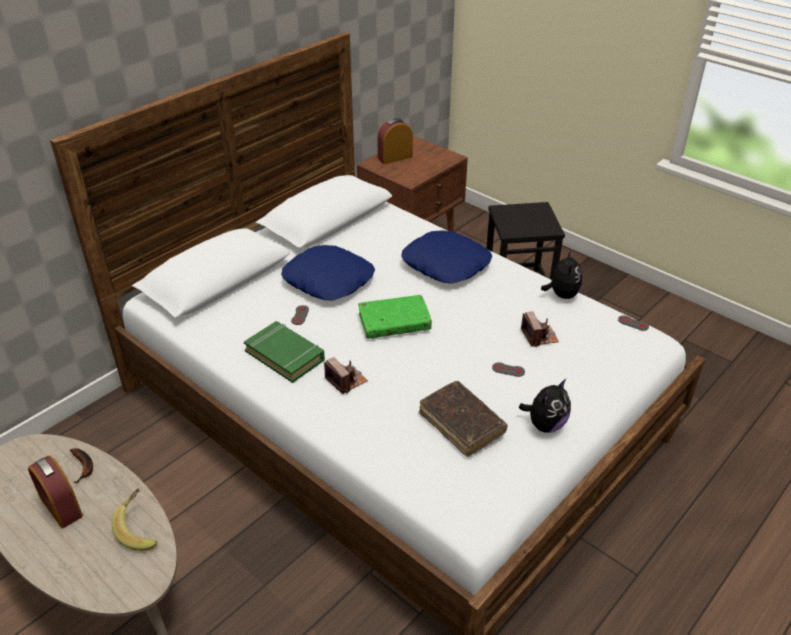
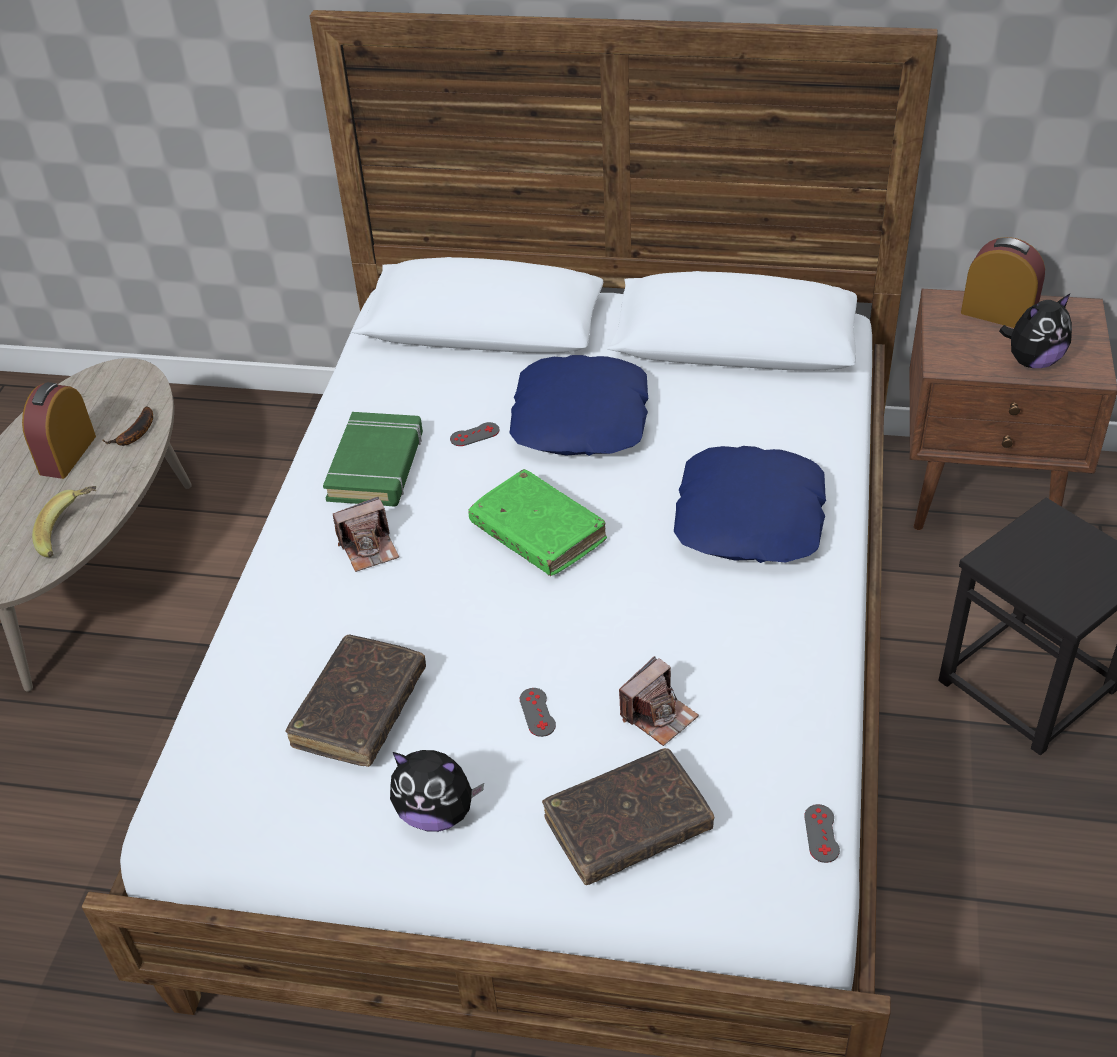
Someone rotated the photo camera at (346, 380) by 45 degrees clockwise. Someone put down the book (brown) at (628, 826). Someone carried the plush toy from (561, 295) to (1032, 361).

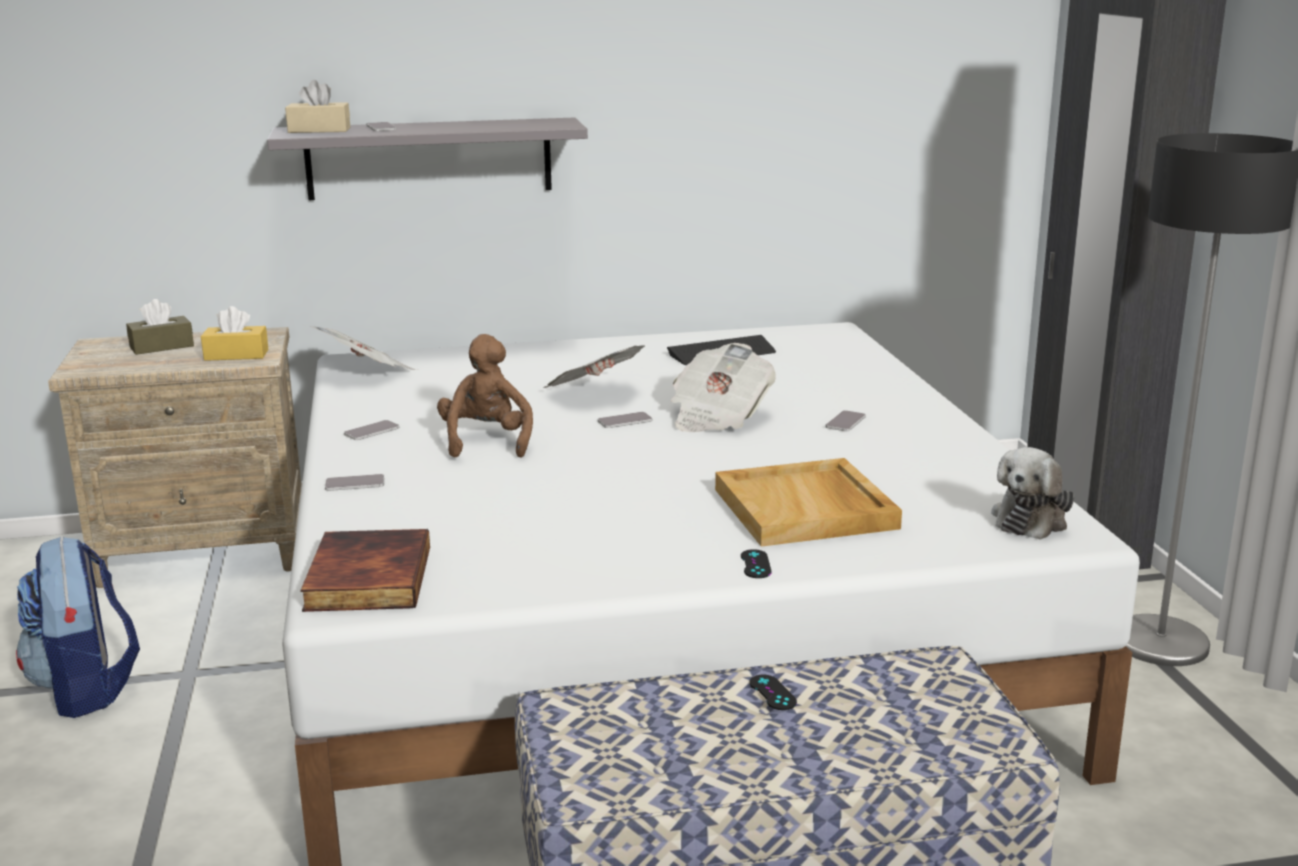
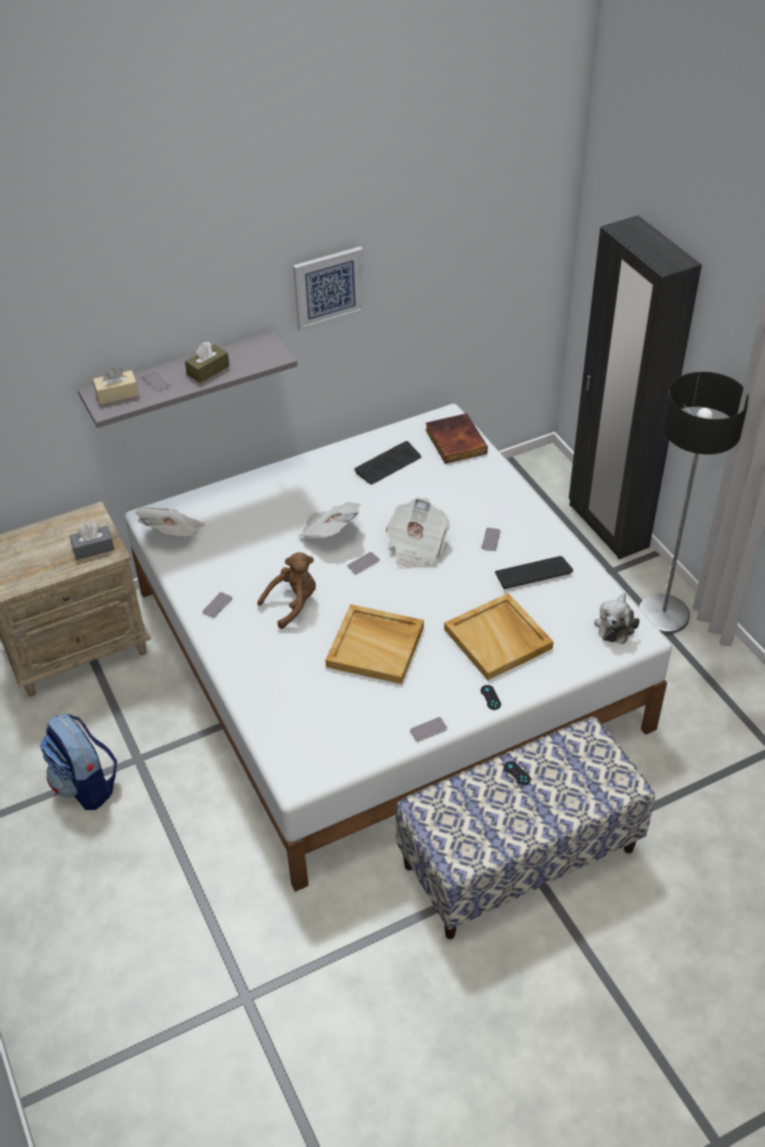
Someone repainted the tissue box (yellow) at (236, 355), which became the tissue box (grey) at (93, 548). Someone carried the tissue box (brown) from (161, 346) to (208, 370). Someone rotated the plush toy (brown) at (486, 442) by 75 degrees clockwise. Someone put up the picture at (328, 287). Someone put down the tray (beige) at (376, 646). Someone carried the phone from (355, 484) to (428, 730). Someone carried the book from (365, 578) to (454, 441). Someone put down the keyboard at (533, 573).

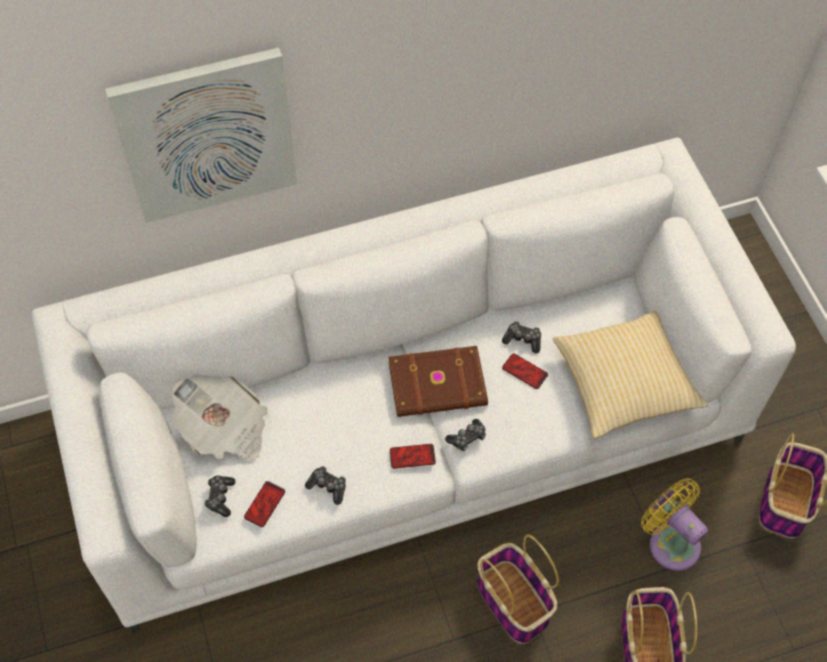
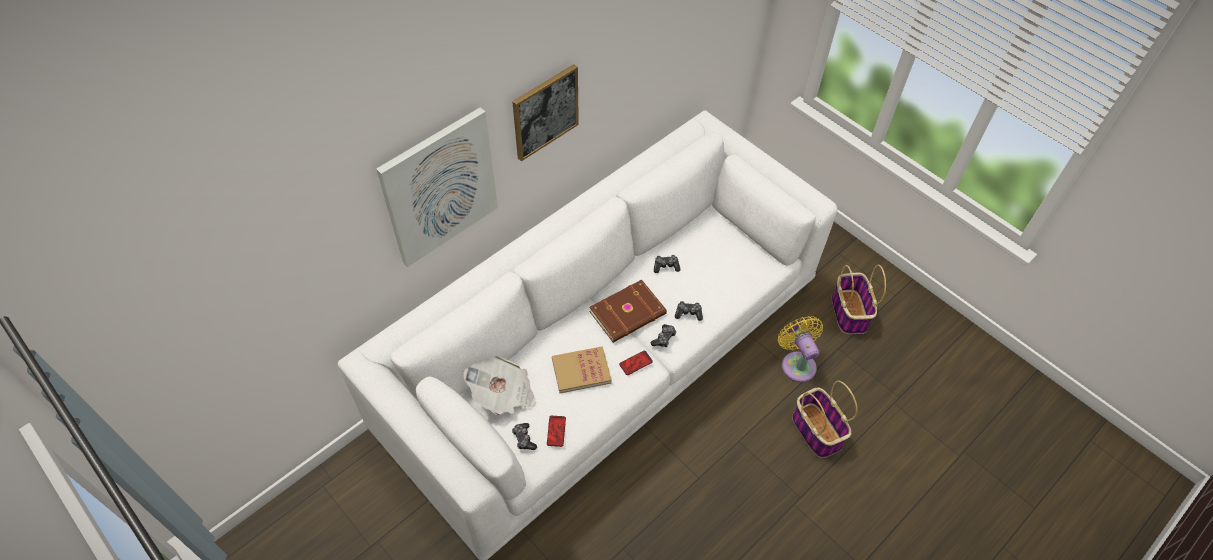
Someone put up the picture at (545, 112). Someone put down the book at (581, 371). Someone carried the game controller from (328, 487) to (688, 313). Someone rotated the fan (yellow) at (670, 541) by 45 degrees clockwise. Someone took away the basket at (514, 602). Someone took away the phone at (524, 371). Someone took away the pillow at (624, 383).

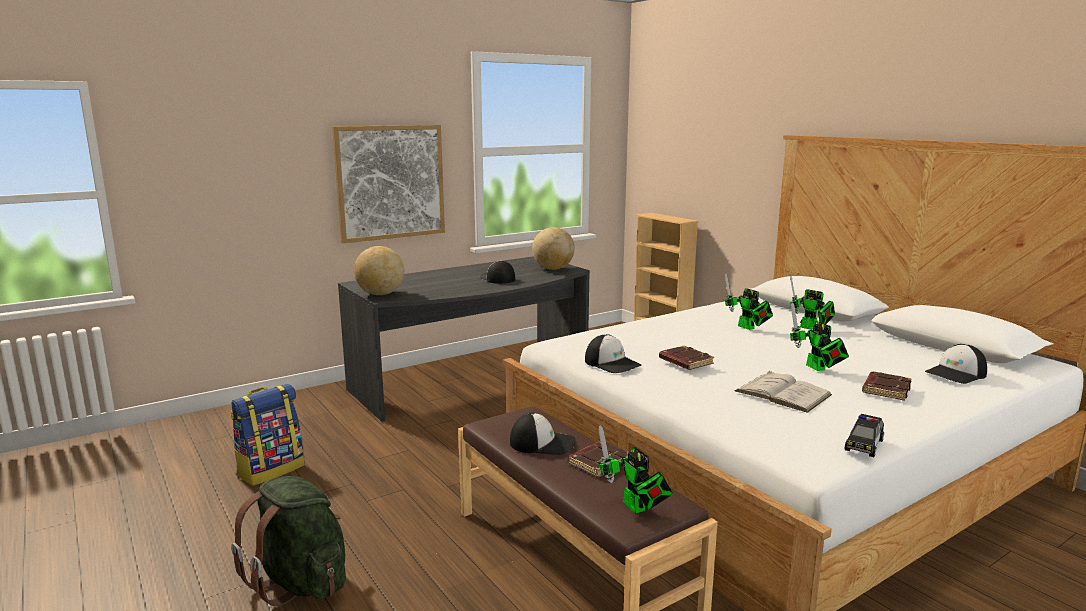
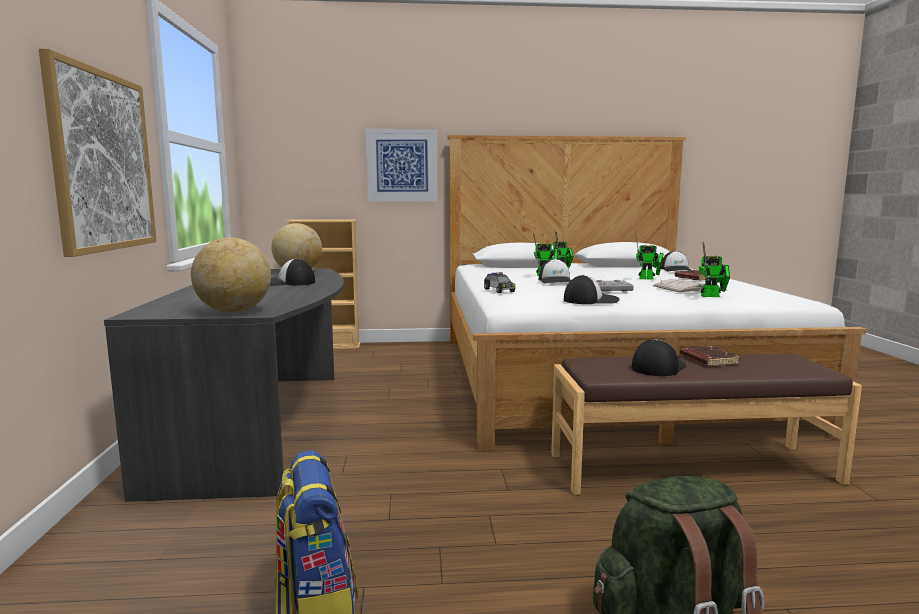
Someone put up the picture at (402, 165). Someone carried the toy car from (864, 445) to (499, 290). Someone put down the cap at (556, 281). Someone repainted the book (brown) at (685, 362), which became the book (grey) at (610, 289). Someone carried the toy robot from (636, 508) to (713, 296).

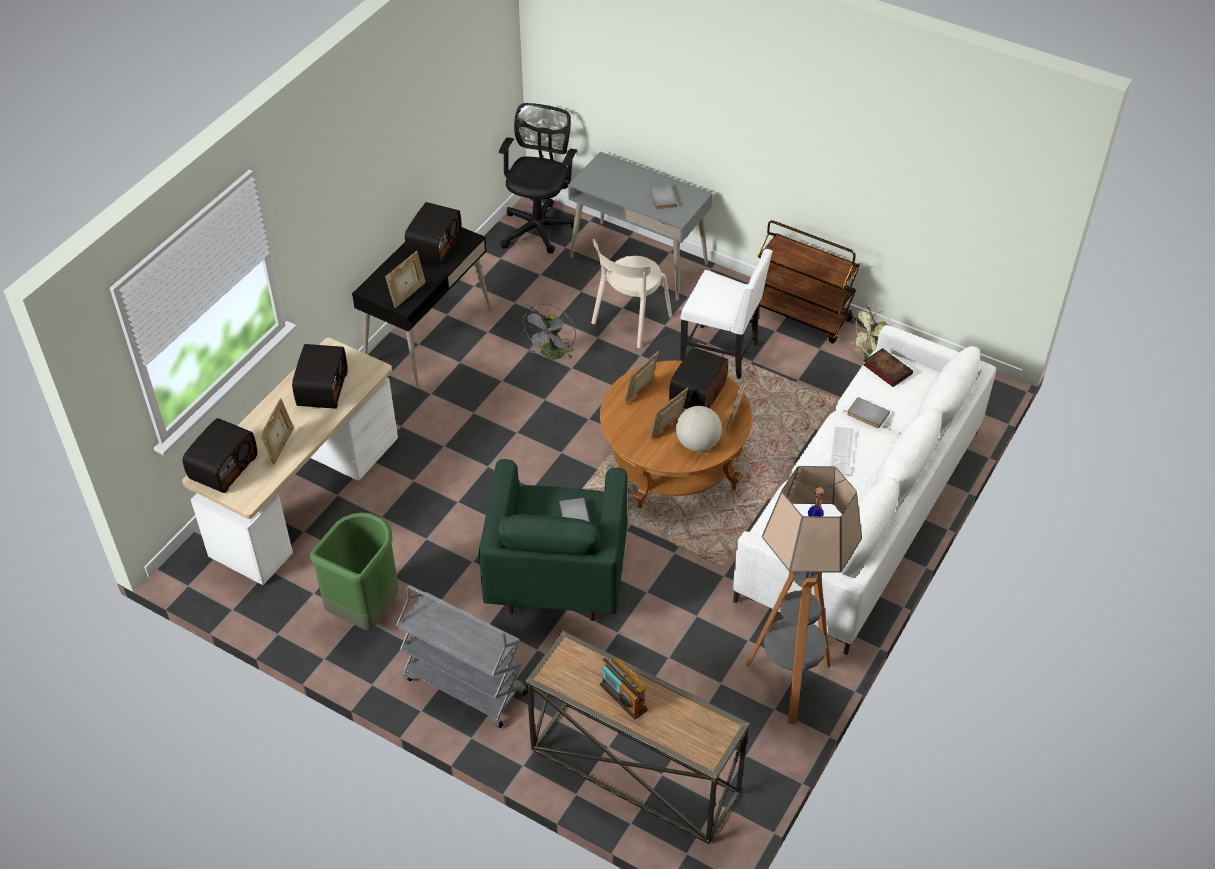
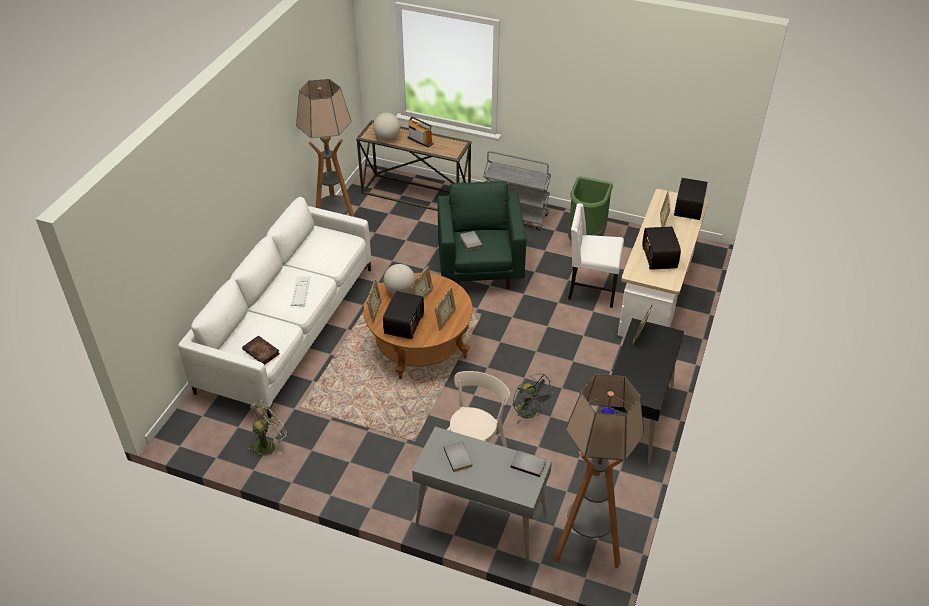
Someone put down the globe at (387, 138). Someone carried the book (grey) from (867, 415) to (529, 463). Someone rotated the fan (grey) at (552, 355) by 135 degrees clockwise. Someone swapped the office chair (black) at (539, 227) for the floor lamp at (586, 547). Someone carried the chair (white) from (721, 353) to (591, 290). Someone took away the radio at (434, 245). Someone took away the cart (brown) at (801, 316).

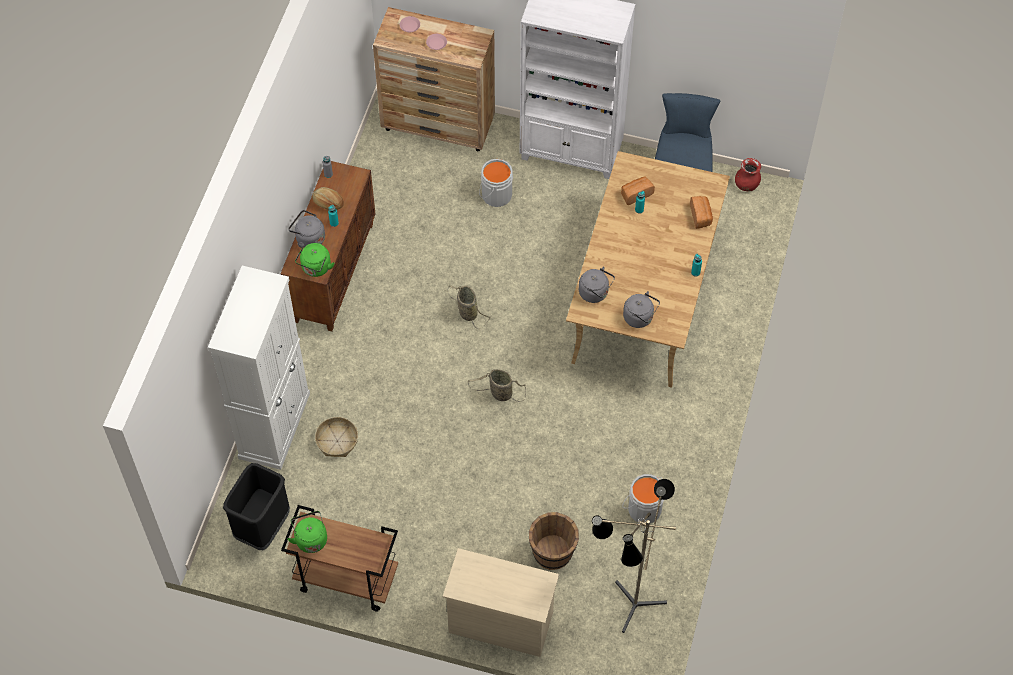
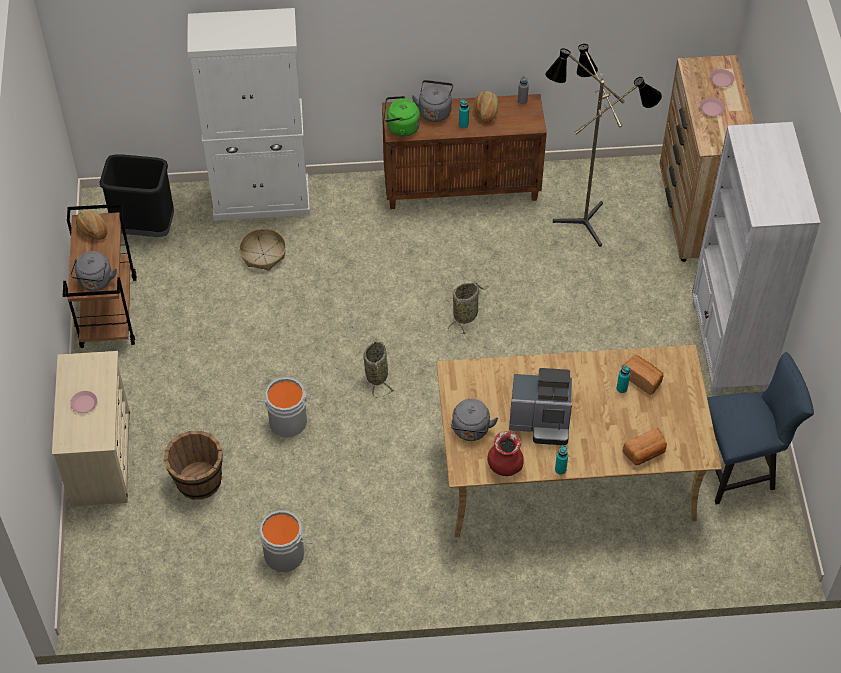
Someone carried the kettle (grey) from (595, 293) to (95, 282). Someone put down the plate (pink) at (84, 403). Someone swapped the kettle (green) at (310, 538) for the bread at (92, 229). Someone carried the bucket (grey) from (495, 194) to (288, 420). Someone carried the vase (red) from (746, 185) to (504, 466). Someone put down the coffee machine at (541, 423). Someone carried the floor lamp from (628, 604) to (584, 218).

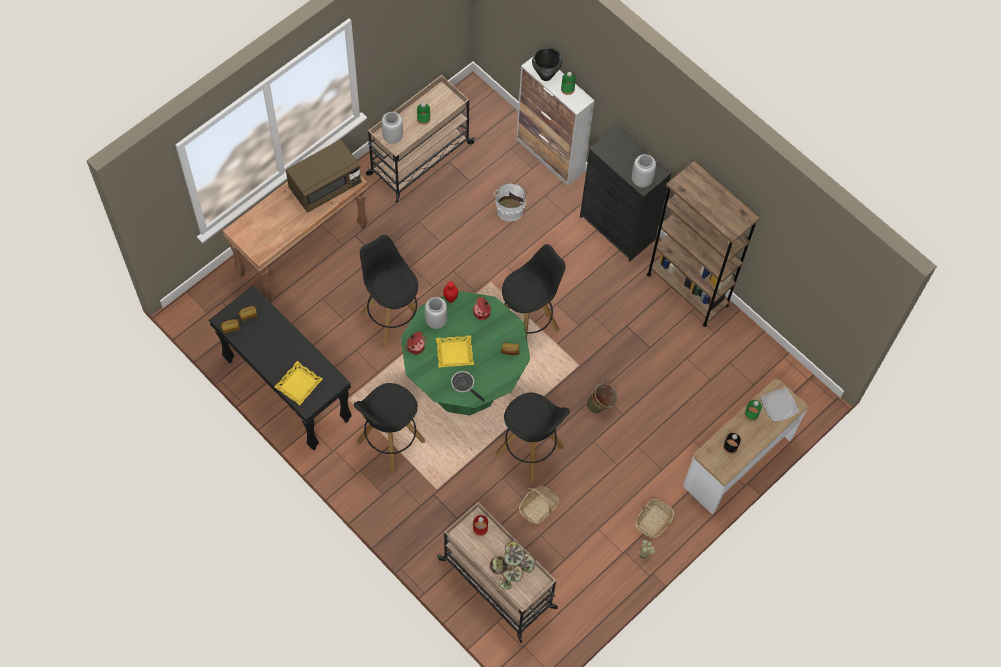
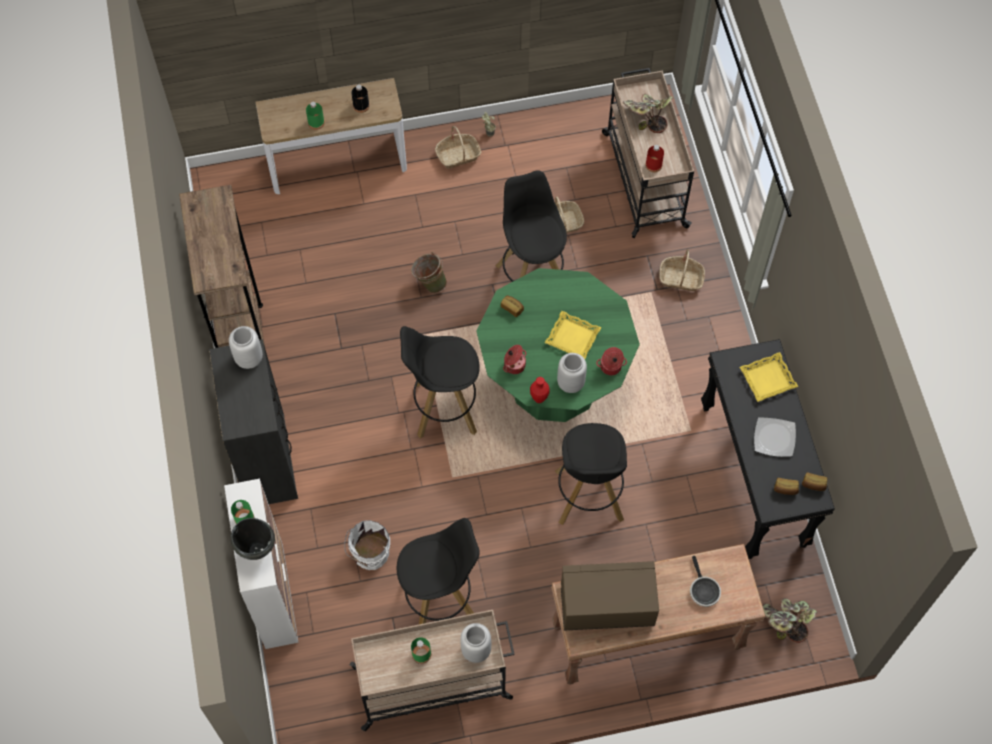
Someone carried the stool (black) from (390, 442) to (440, 599). Someone put down the basket at (681, 278). Someone carried the frying pan from (464, 385) to (703, 590). Someone carried the plate from (779, 406) to (775, 438). Someone put down the potted plant at (785, 622).

